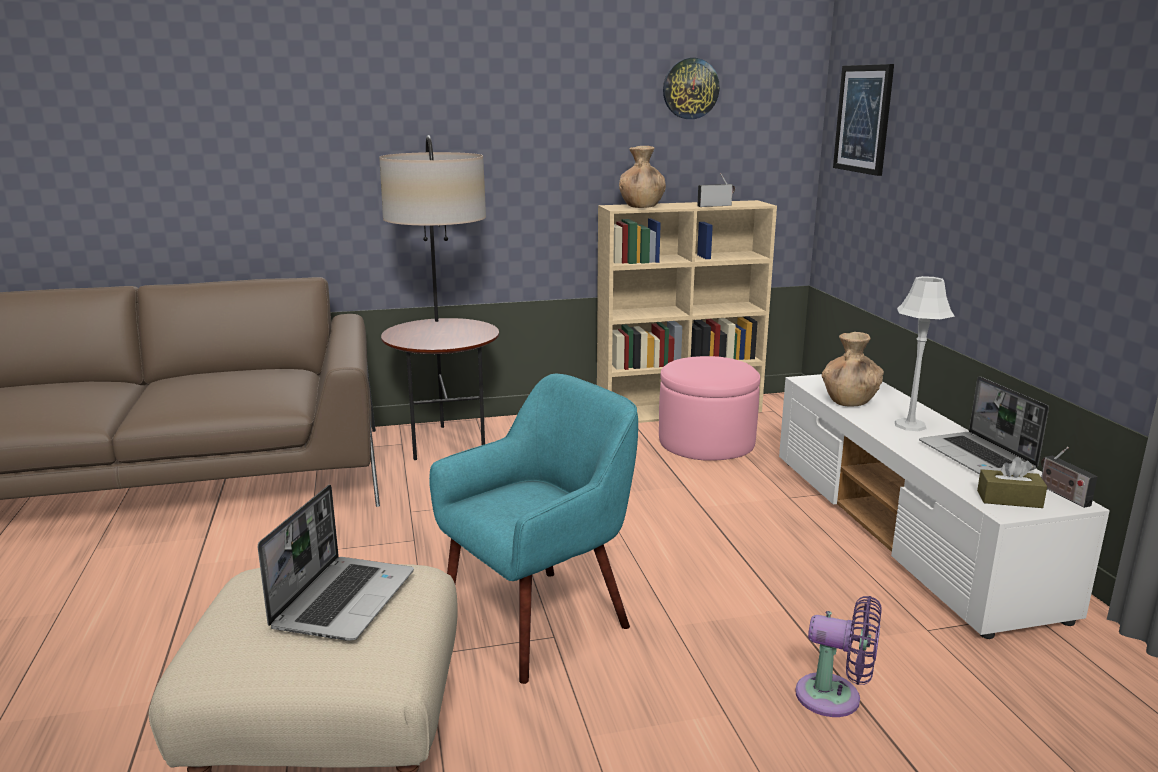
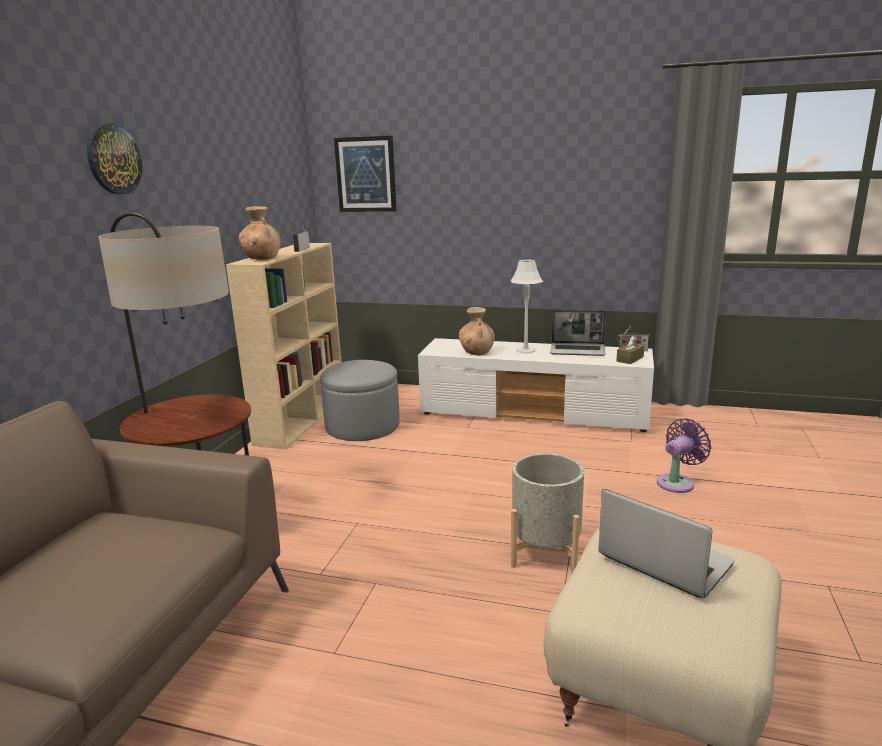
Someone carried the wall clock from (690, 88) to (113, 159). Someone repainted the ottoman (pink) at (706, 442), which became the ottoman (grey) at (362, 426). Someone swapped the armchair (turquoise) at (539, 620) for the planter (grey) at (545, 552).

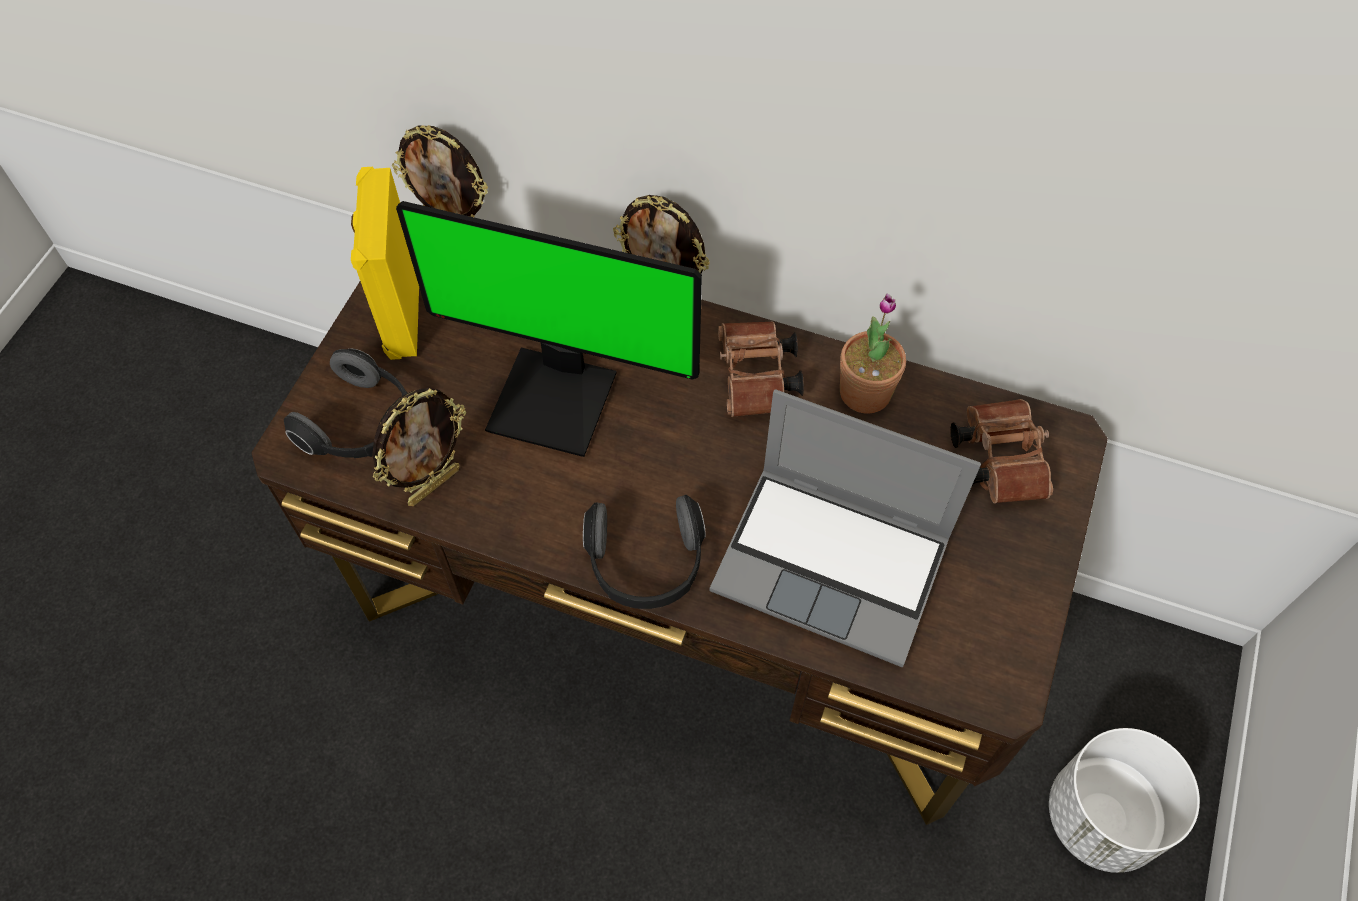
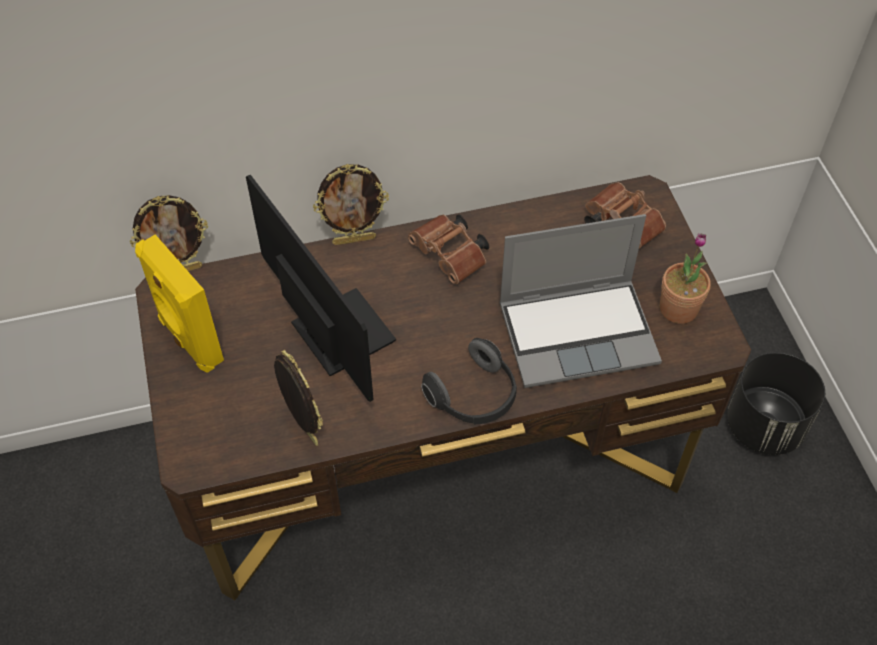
Someone rotated the monitor at (556, 398) by 105 degrees counterclockwise. Someone rotated the picture frame at (433, 485) by 45 degrees counterclockwise. Someone carried the potted plant from (865, 392) to (678, 308). Someone repainted the planter (white) at (1102, 817), which became the planter (black) at (764, 425). Someone took away the headphones at (361, 424).

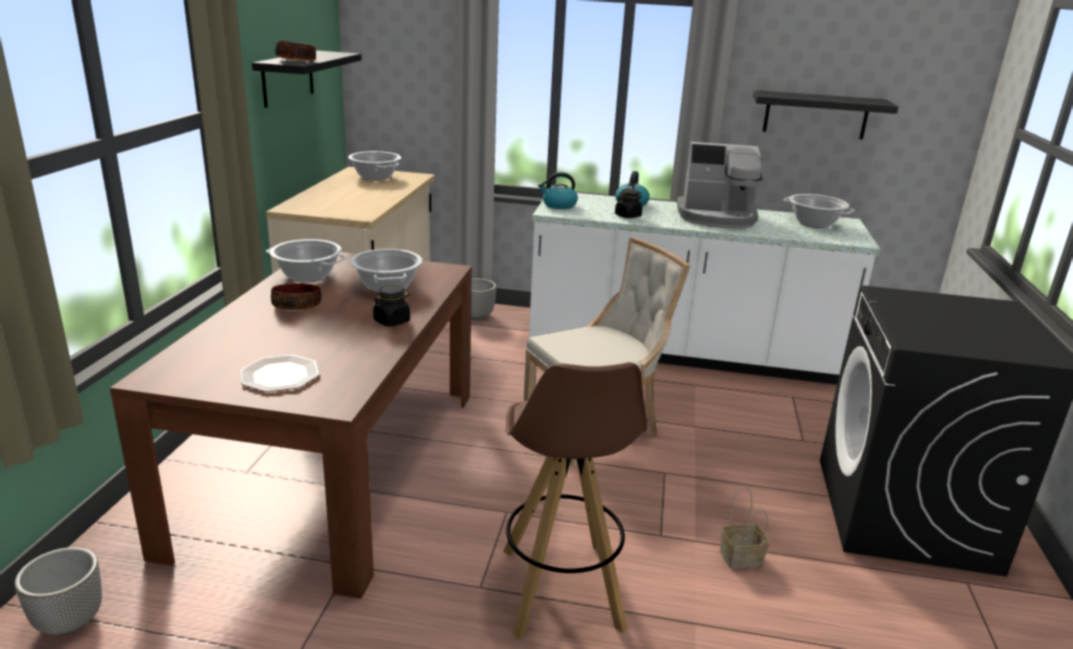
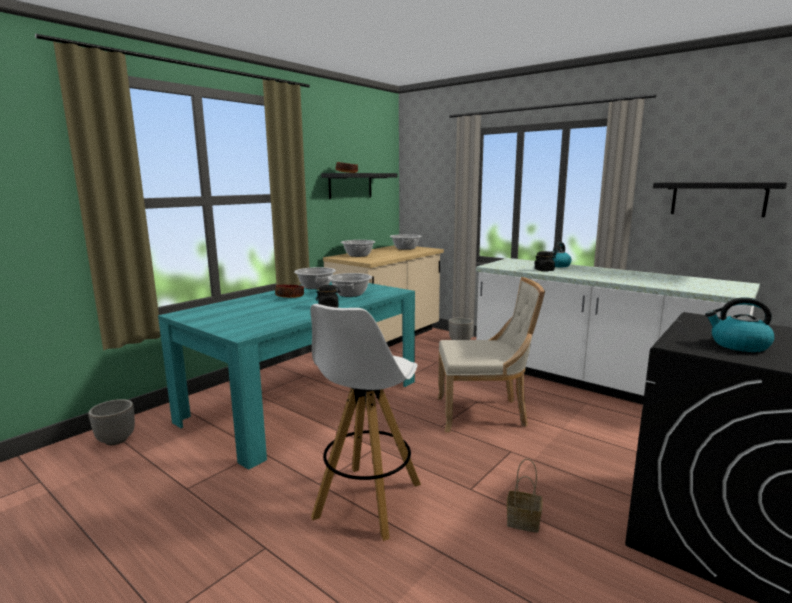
Someone repainted the dining table (brown) at (335, 464), which became the dining table (turquoise) at (303, 400). Someone repainted the stool (brown) at (561, 589), which became the stool (white) at (367, 501). Someone carried the cooking pot from (814, 223) to (358, 255). Someone carried the kettle from (558, 205) to (738, 345). Someone took away the plate at (280, 375). Someone took away the coffee machine at (717, 217).

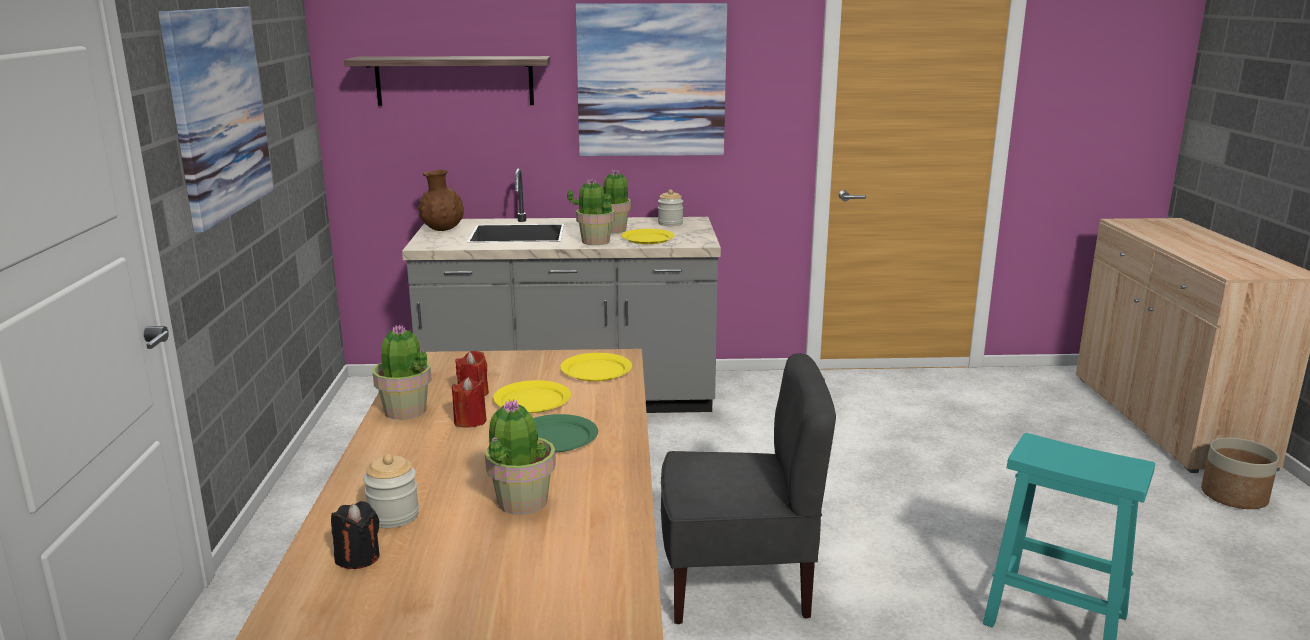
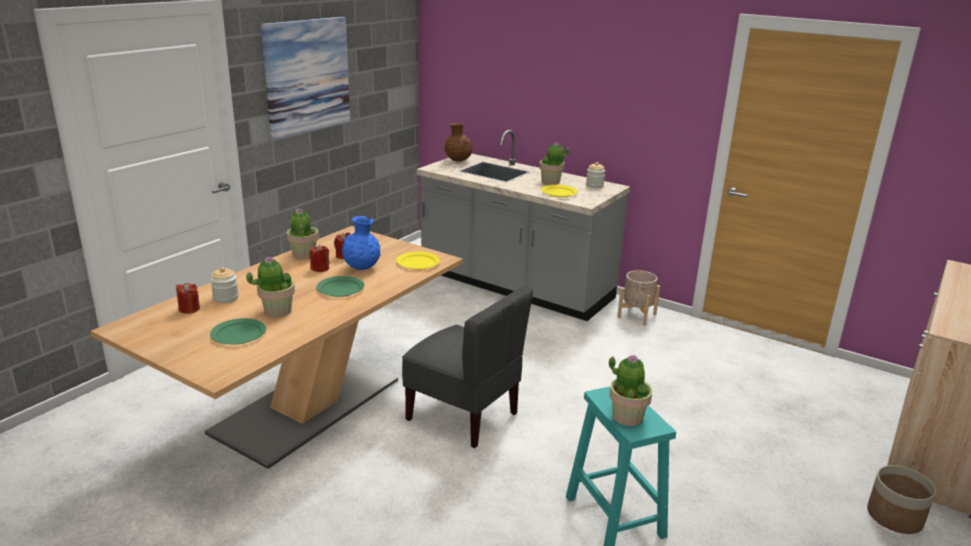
Someone repainted the candle (black) at (358, 557), which became the candle (red) at (189, 309). Someone put down the plate (green) at (238, 334). Someone swapped the plate (yellow) at (531, 400) for the vase (blue) at (362, 268). Someone carried the potted plant from (595, 241) to (627, 416). Someone put down the planter (beige) at (636, 316). Someone took away the shelf at (454, 81). Someone took away the picture at (651, 80).

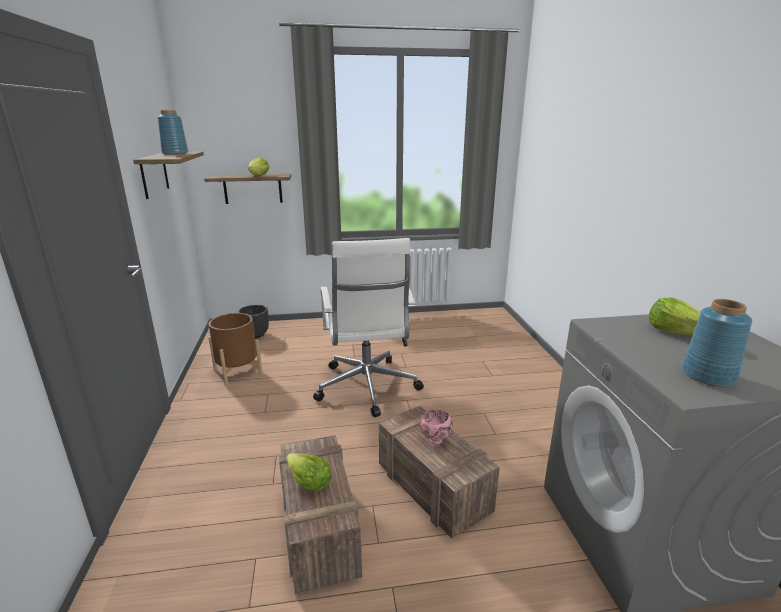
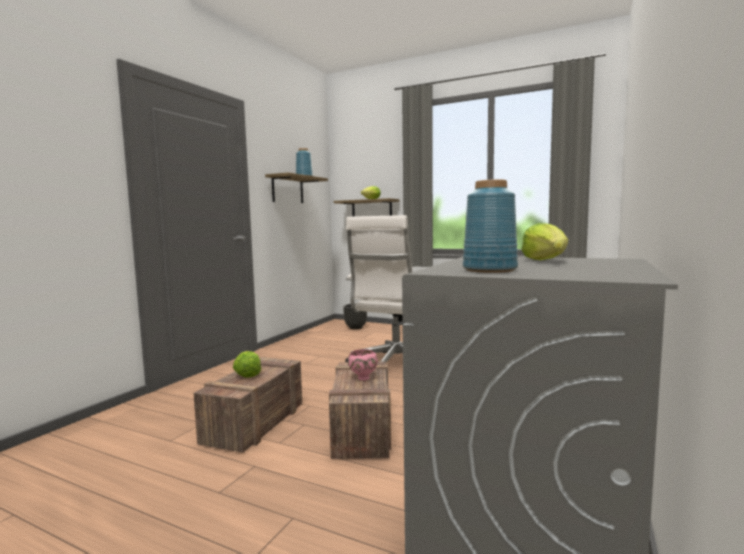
Someone took away the planter (brown) at (238, 371).

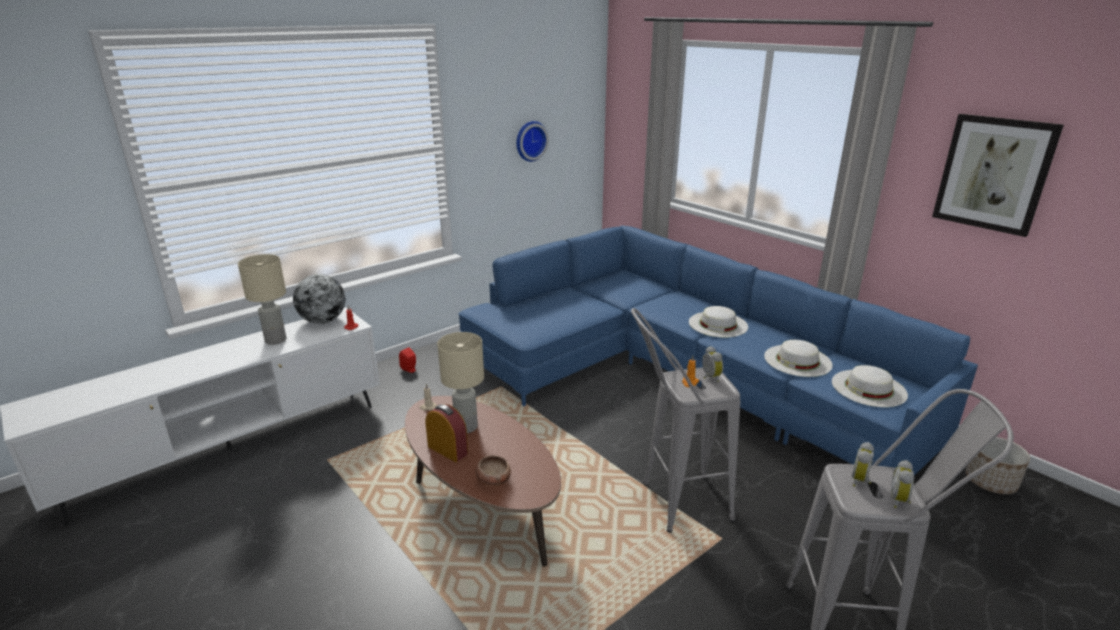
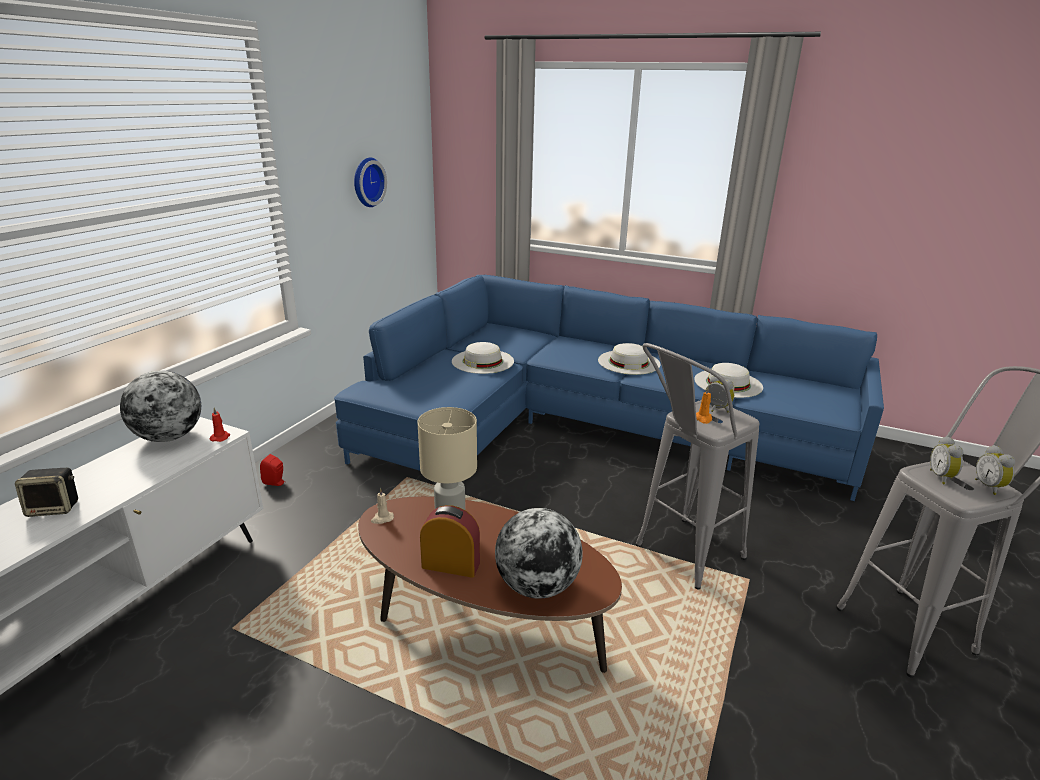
Someone put down the speaker at (55, 508). Someone carried the hat (white) from (868, 388) to (482, 361). Someone swapped the bowl at (493, 480) for the globe at (537, 586). Someone took away the table lamp (beige) at (276, 340). Someone took away the picture at (993, 174). Someone took away the planter at (991, 481).

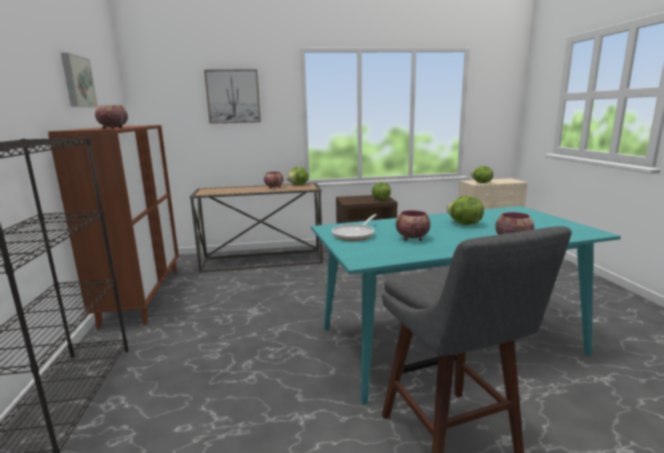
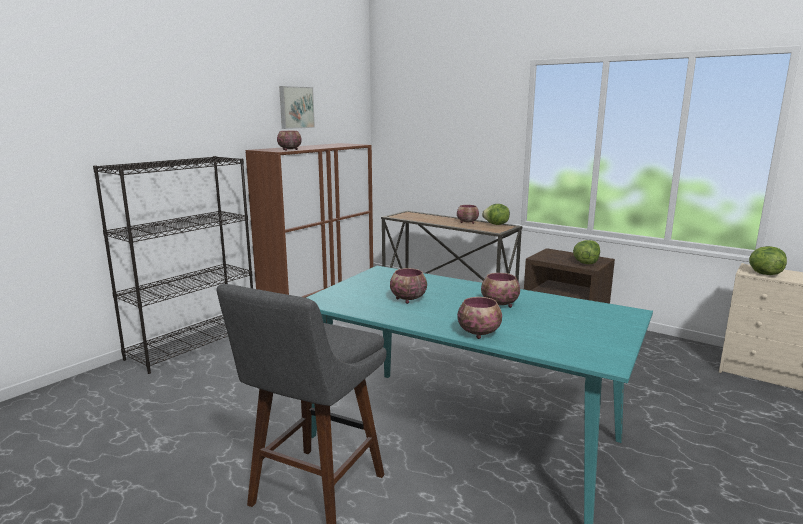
Someone swapped the lettuce at (464, 224) for the bowl at (499, 305). Someone took away the picture at (233, 96). Someone took away the frying pan at (355, 235).

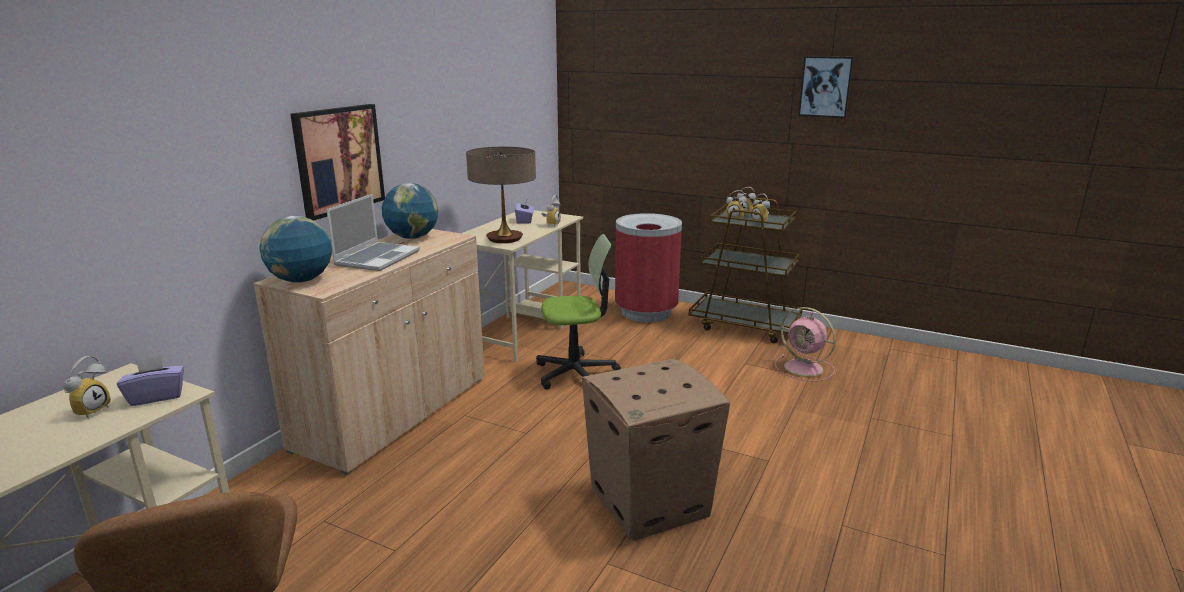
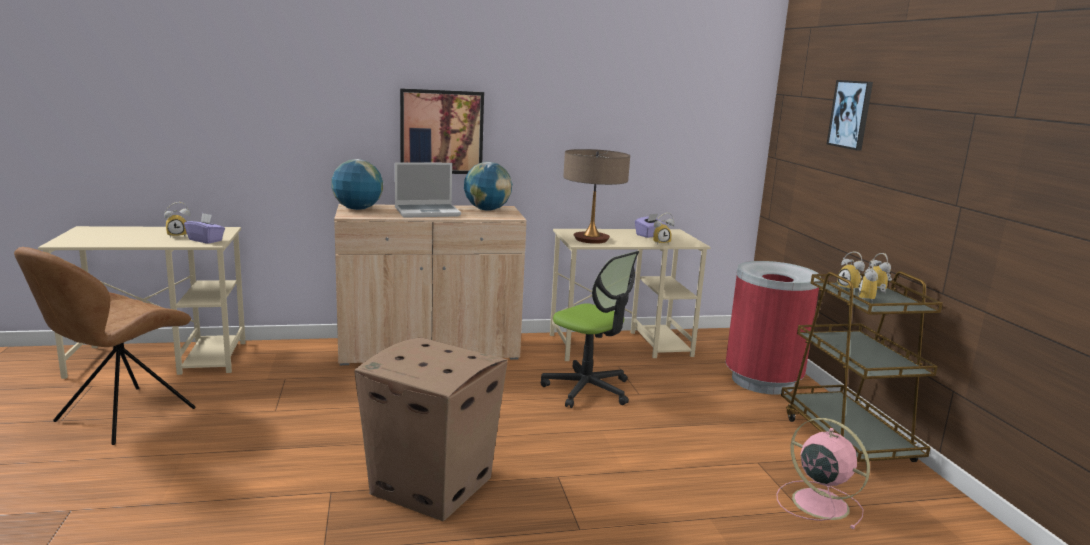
Someone rotated the fan (pink) at (805, 368) by 135 degrees clockwise. Someone carried the picture from (825, 86) to (851, 114).

